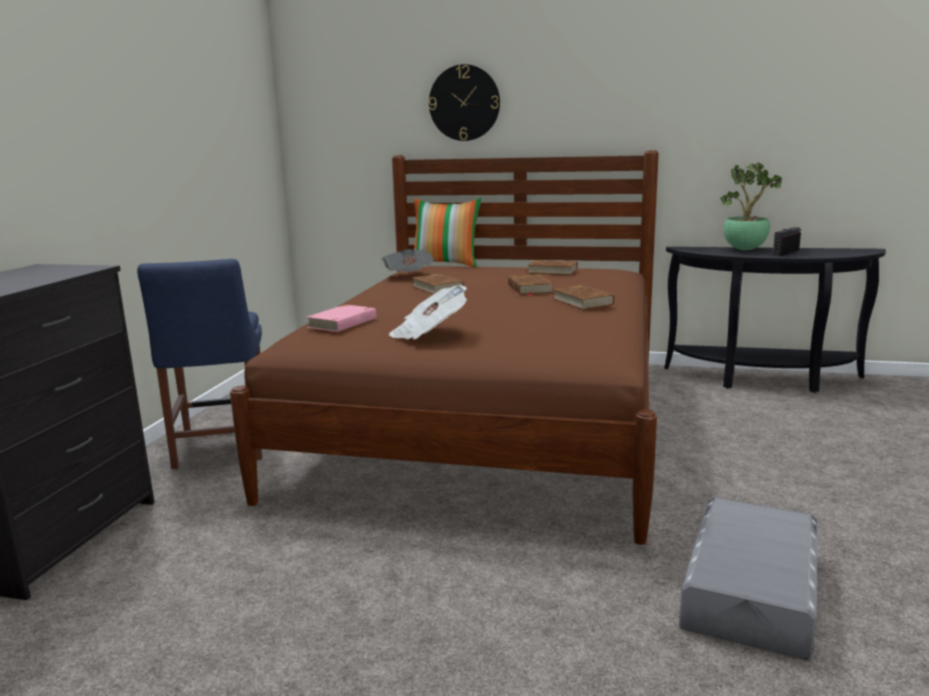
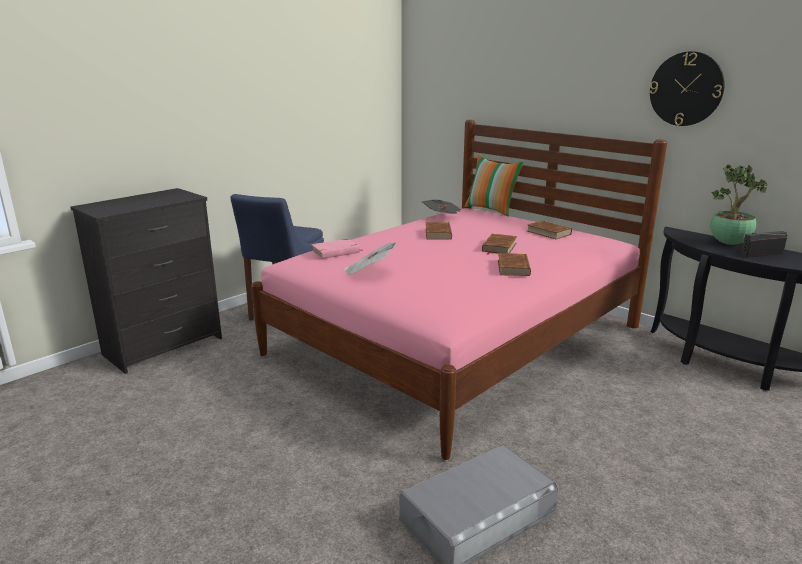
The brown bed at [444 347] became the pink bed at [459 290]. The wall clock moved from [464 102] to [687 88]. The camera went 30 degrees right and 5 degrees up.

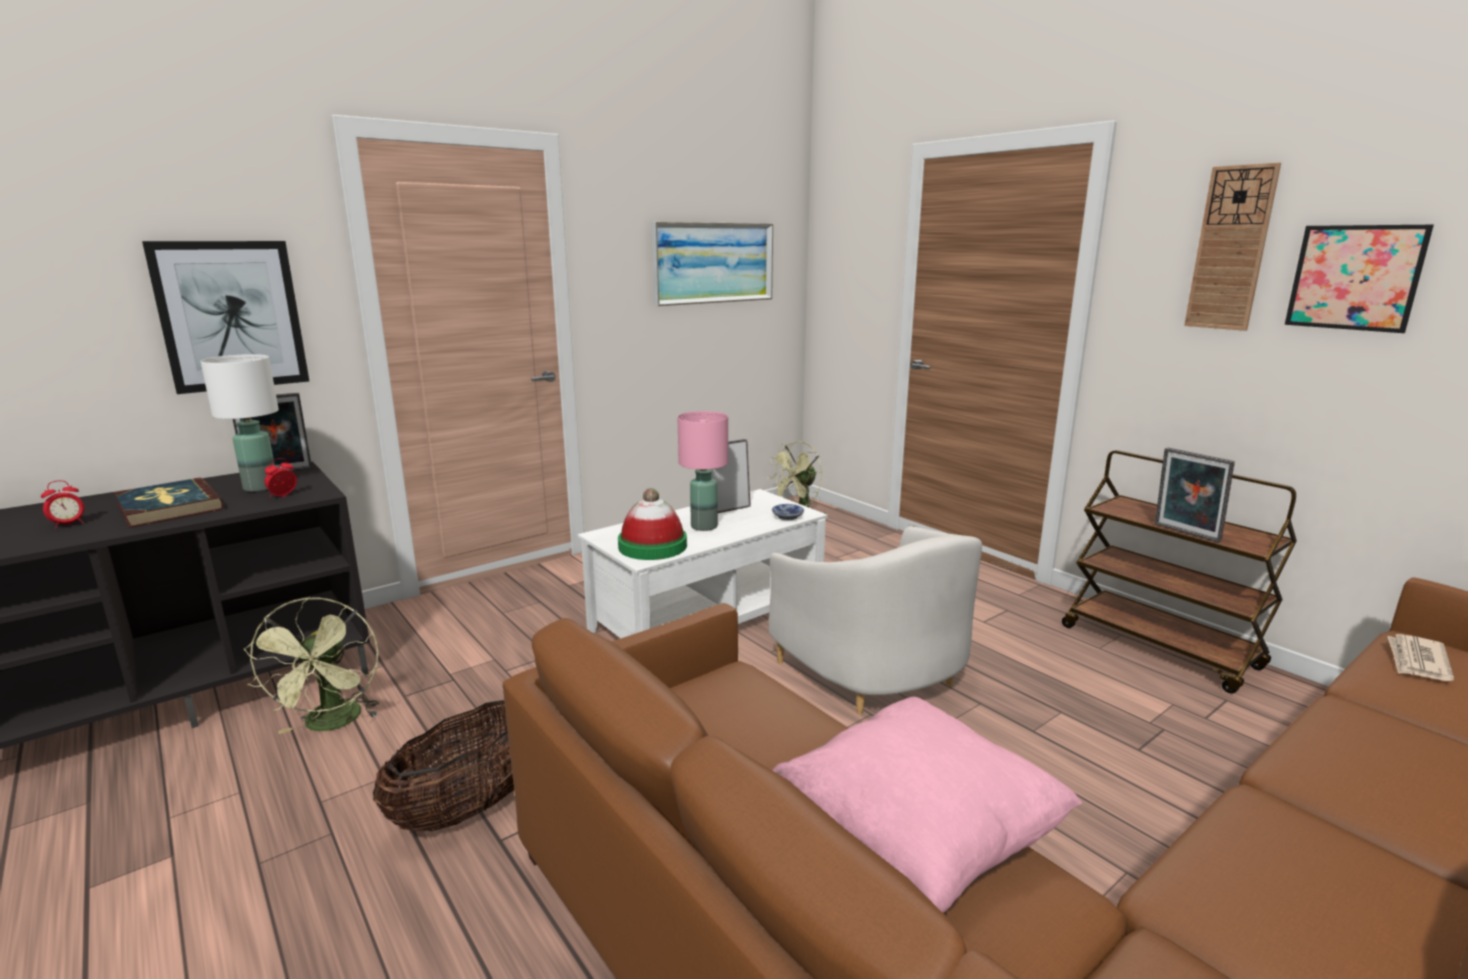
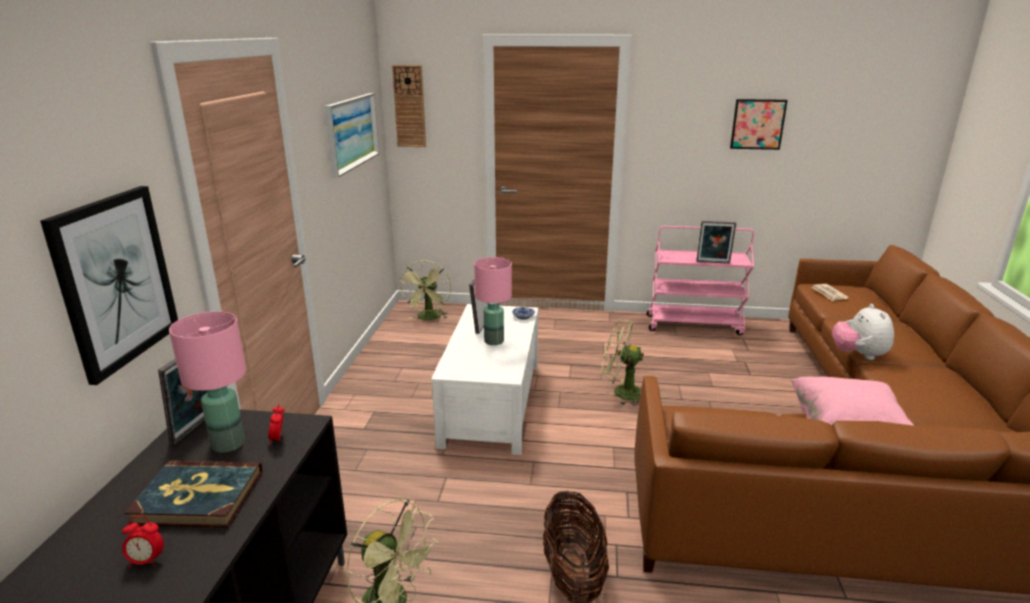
The alarm clock at [63 504] turned 90 degrees clockwise. The white table lamp at [239 423] became the pink table lamp at [207 382]. The hat at [652 524] disappeared. The white armchair at [875 620] was replaced by the green fan at [622 362]. The brown cart at [1179 571] became the pink cart at [700 280]. The wall clock moved from [1232 247] to [409 106]. The plush toy at [863 332] appeared. The camera went 45 degrees left and 5 degrees up.

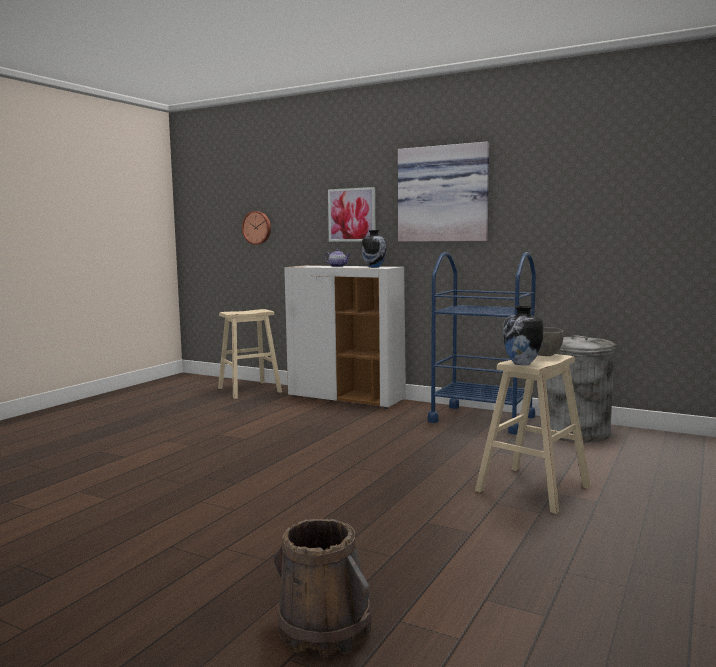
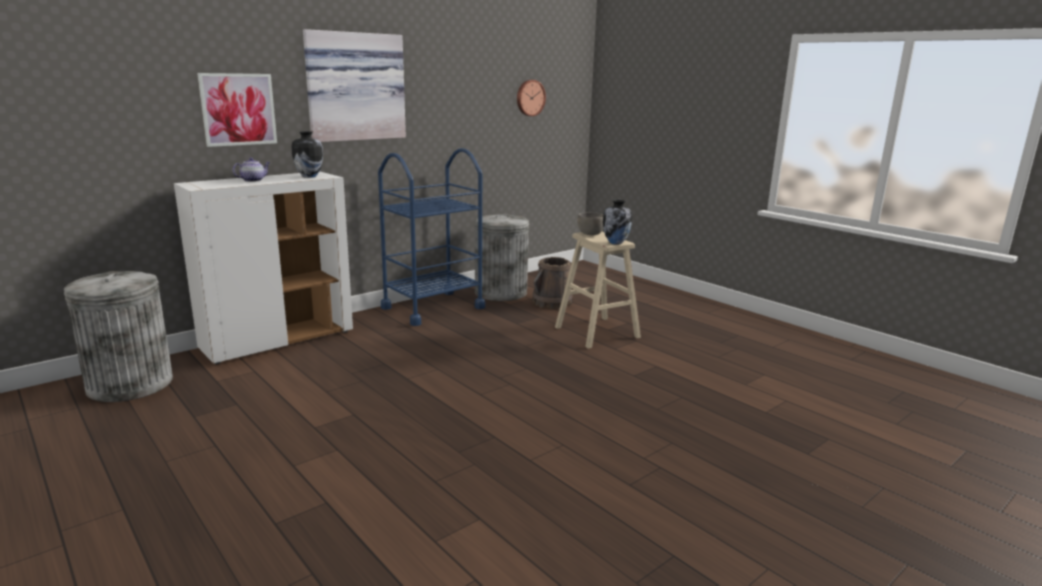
The beige stool at [250 354] was replaced by the grey trash can at [118 336]. The wall clock moved from [256 228] to [531 98]. The brown bucket moved from [323 588] to [552 283]. The camera went 70 degrees left and 10 degrees up.

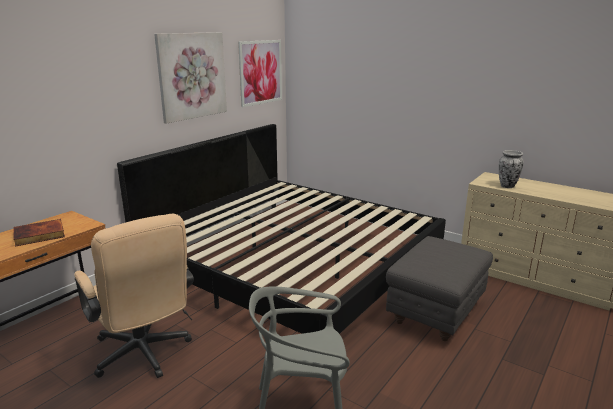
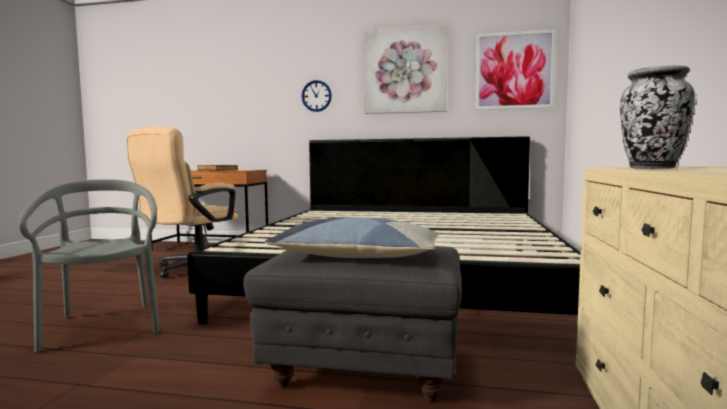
The pillow at [352 237] appeared. The wall clock at [316 96] appeared. The camera went 65 degrees right and 15 degrees down.

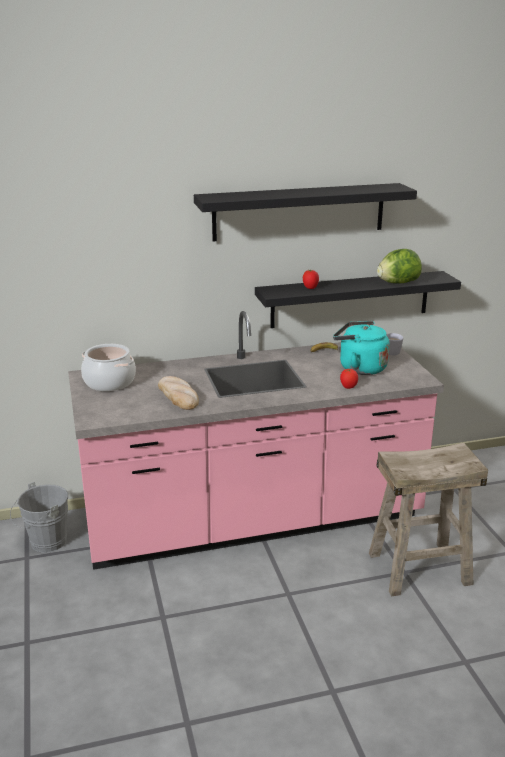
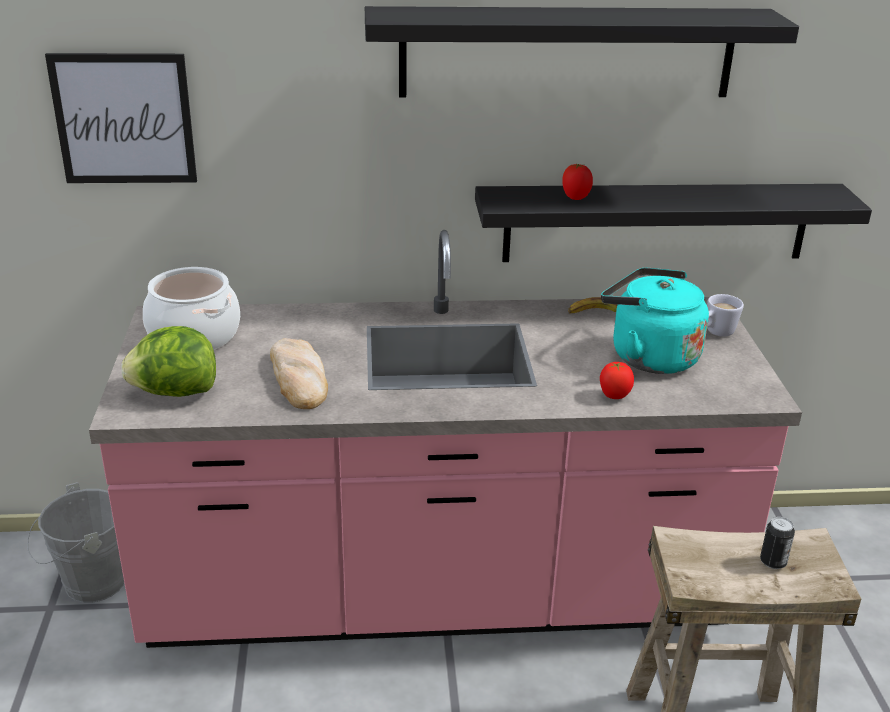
The lettuce moved from [399 266] to [168 361]. The picture at [121 118] appeared. The can at [777 543] appeared. The camera went 10 degrees right and 5 degrees up.

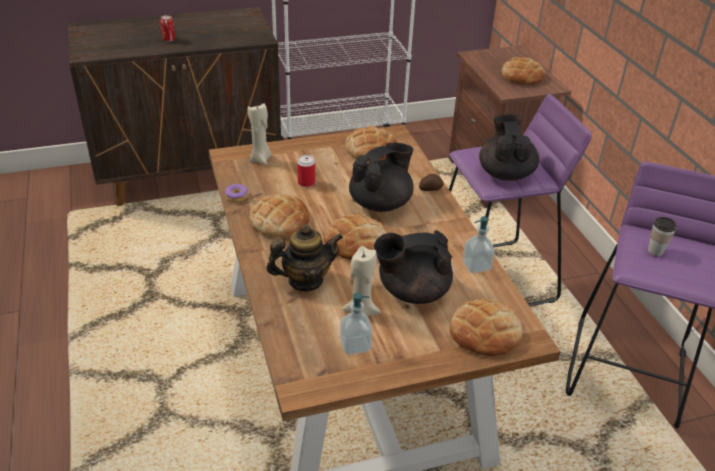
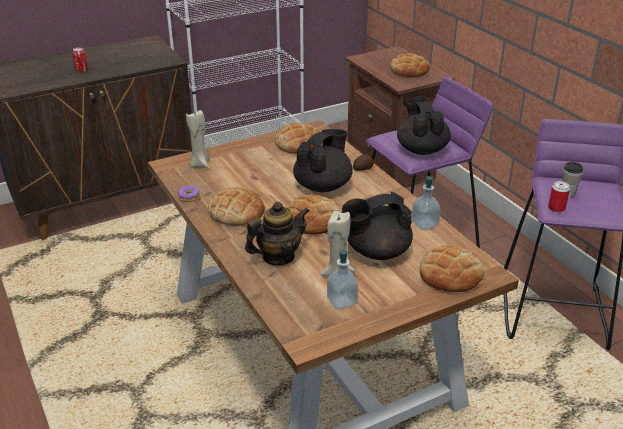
The can moved from [306 171] to [559 196]. The camera went 10 degrees left and 5 degrees down.

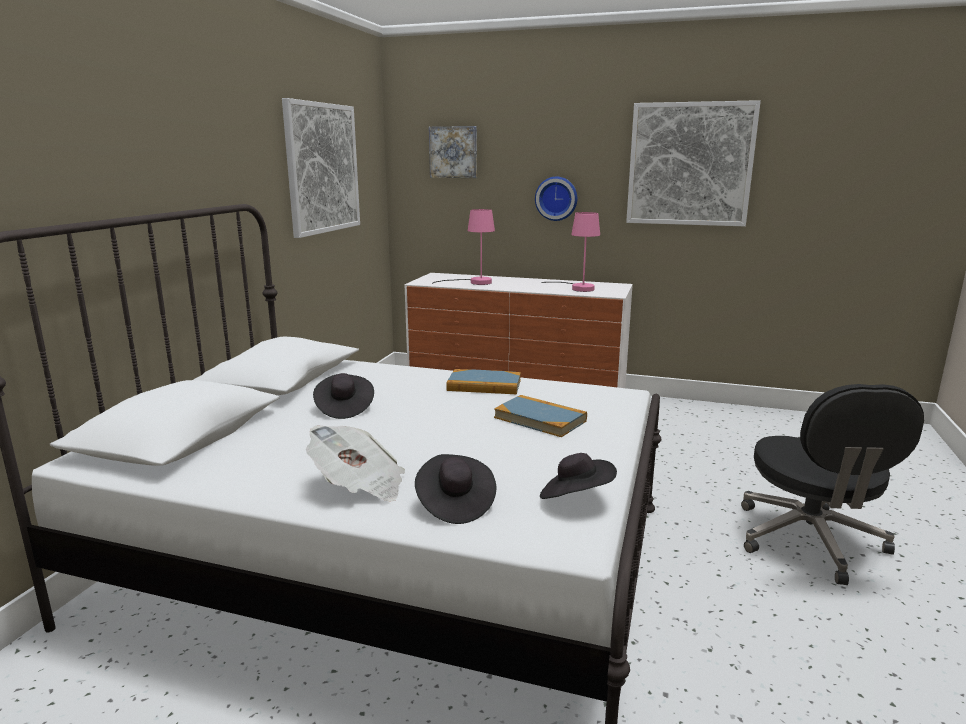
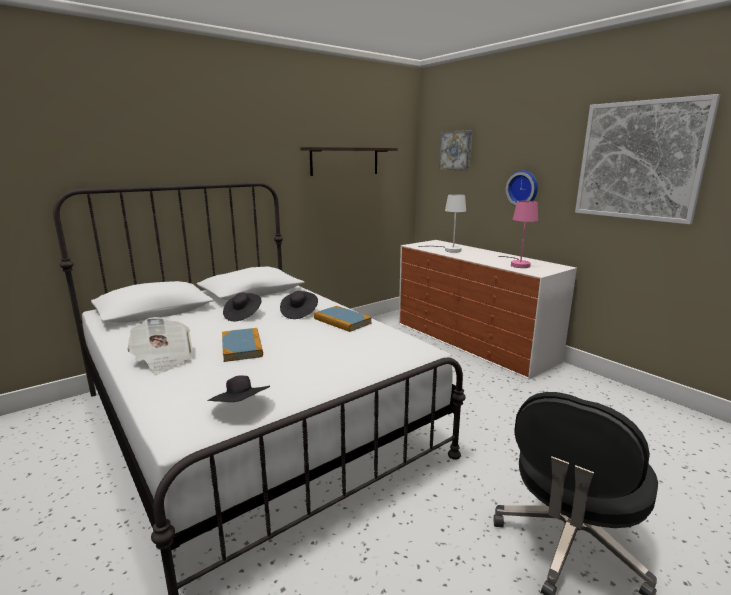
The picture at [321 168] was replaced by the shelf at [349 161]. The black hat moved from [455 489] to [299 305]. The pink table lamp at [463 247] became the white table lamp at [442 223]. The book moved from [540 416] to [242 345]. The camera went 35 degrees right and 0 degrees up.

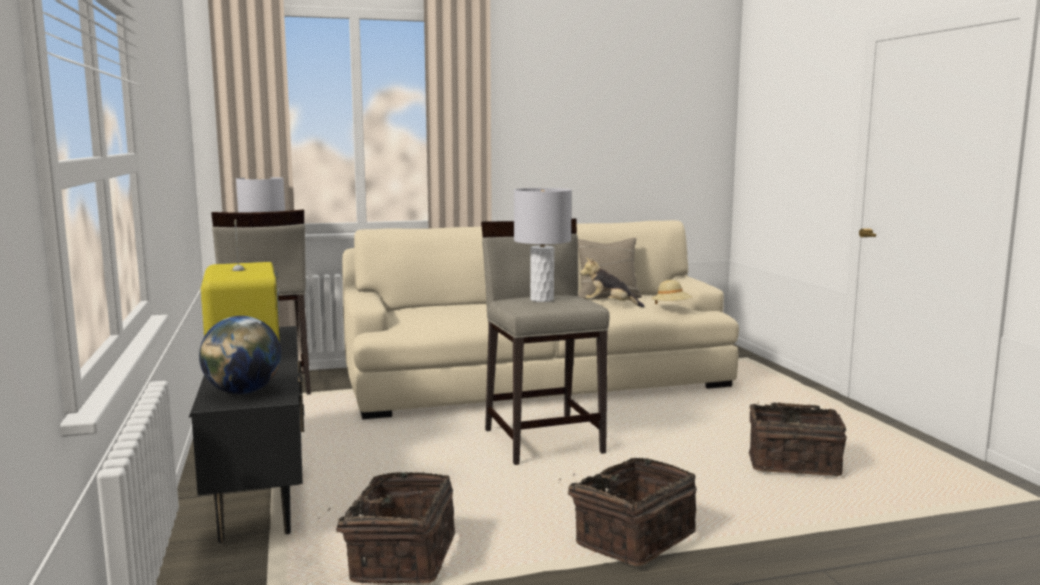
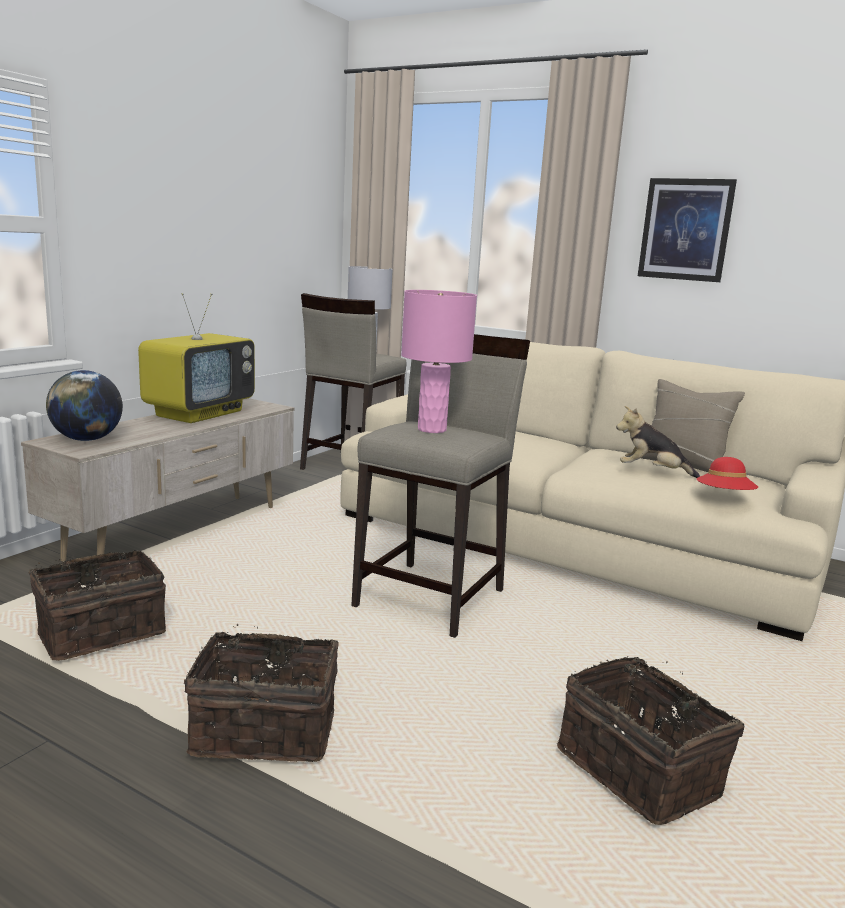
The black tv stand at [246 434] became the beige tv stand at [157 480]. The grey table lamp at [543 245] became the pink table lamp at [439 361]. The plush toy at [612 282] turned 45 degrees counterclockwise. The beige hat at [672 292] became the red hat at [727 473]. The picture at [687 230] appeared. The camera went 45 degrees right and 5 degrees up.

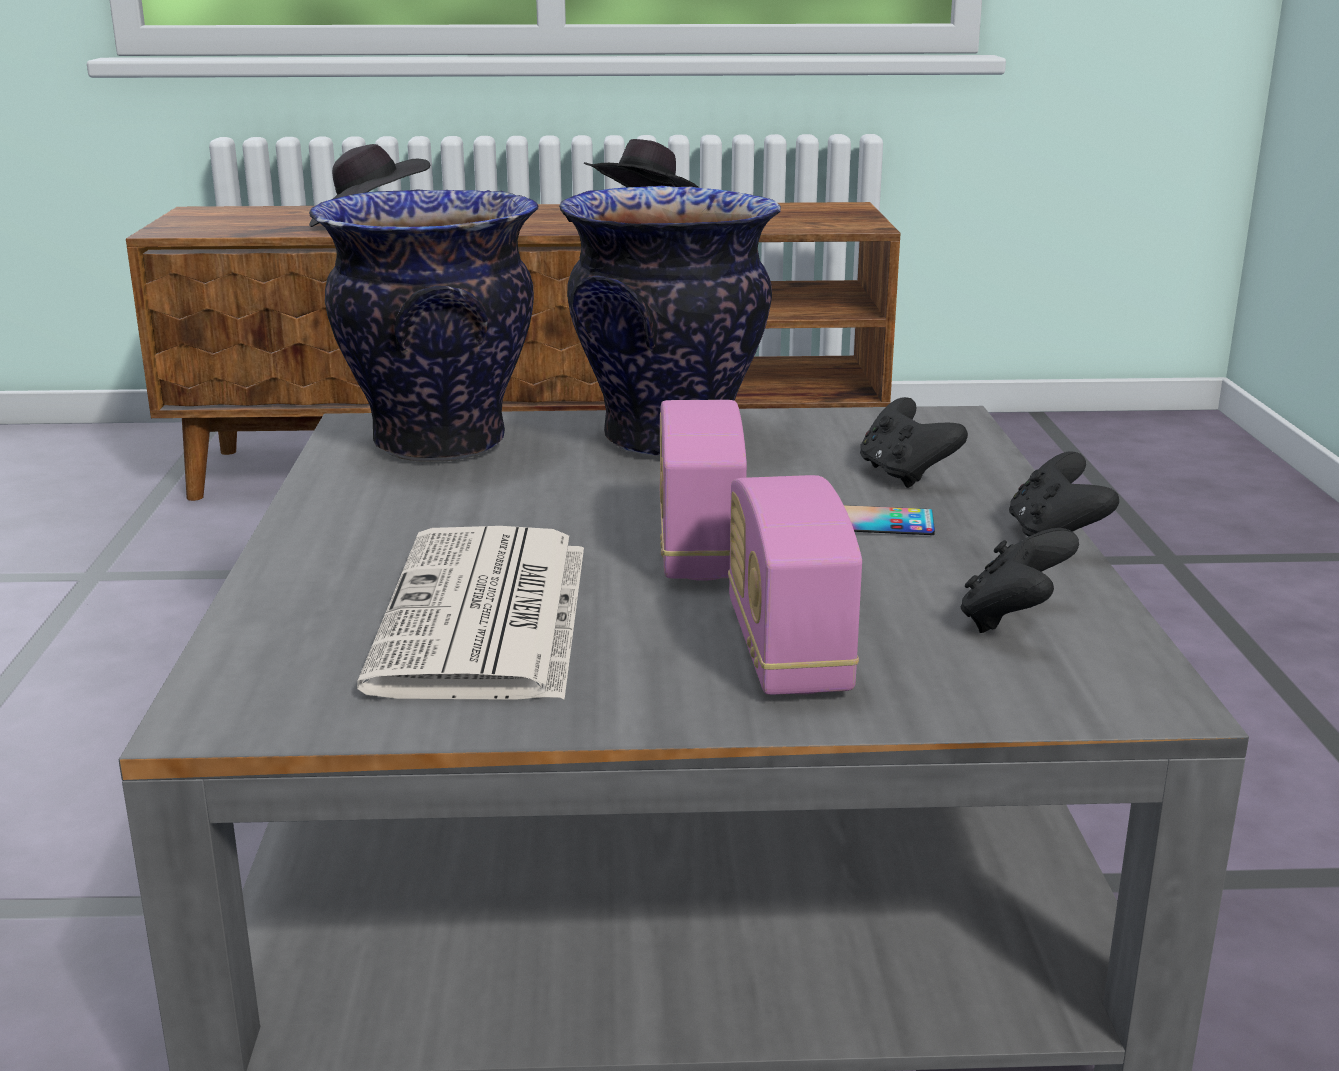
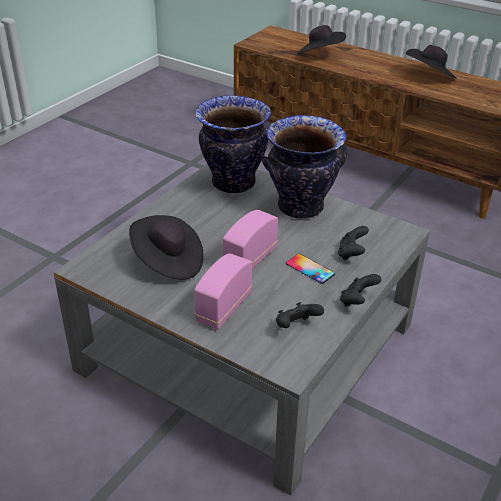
The newspaper at [470 613] was replaced by the black hat at [166 247]. The camera went 35 degrees right and 15 degrees up.

